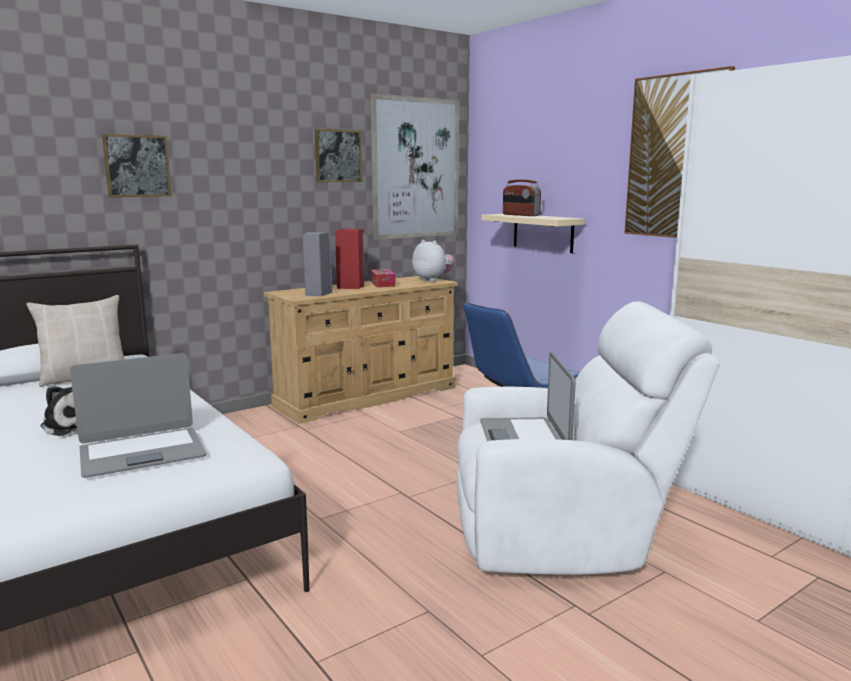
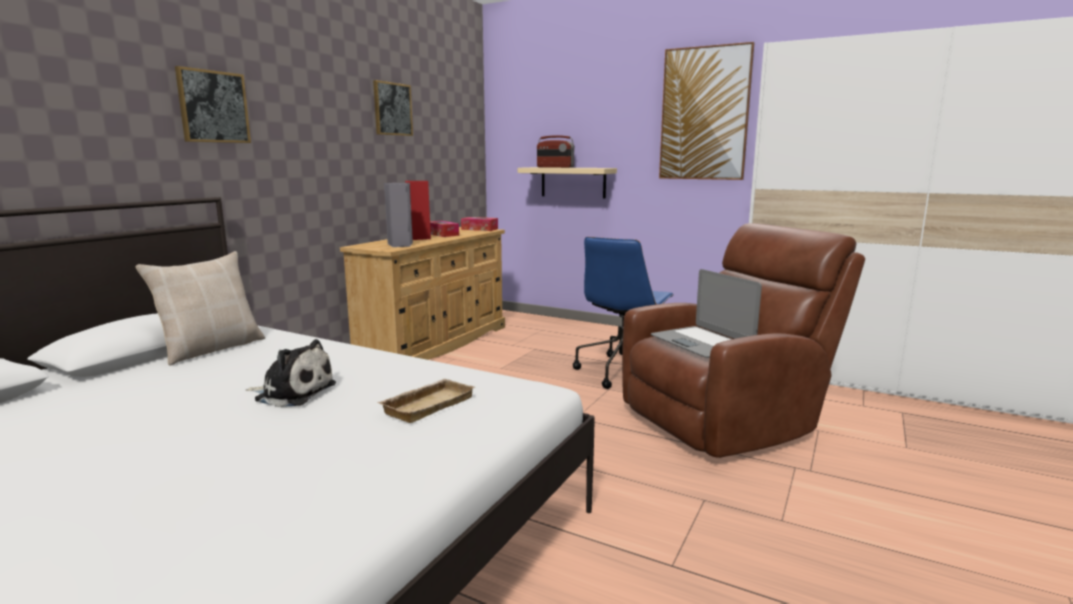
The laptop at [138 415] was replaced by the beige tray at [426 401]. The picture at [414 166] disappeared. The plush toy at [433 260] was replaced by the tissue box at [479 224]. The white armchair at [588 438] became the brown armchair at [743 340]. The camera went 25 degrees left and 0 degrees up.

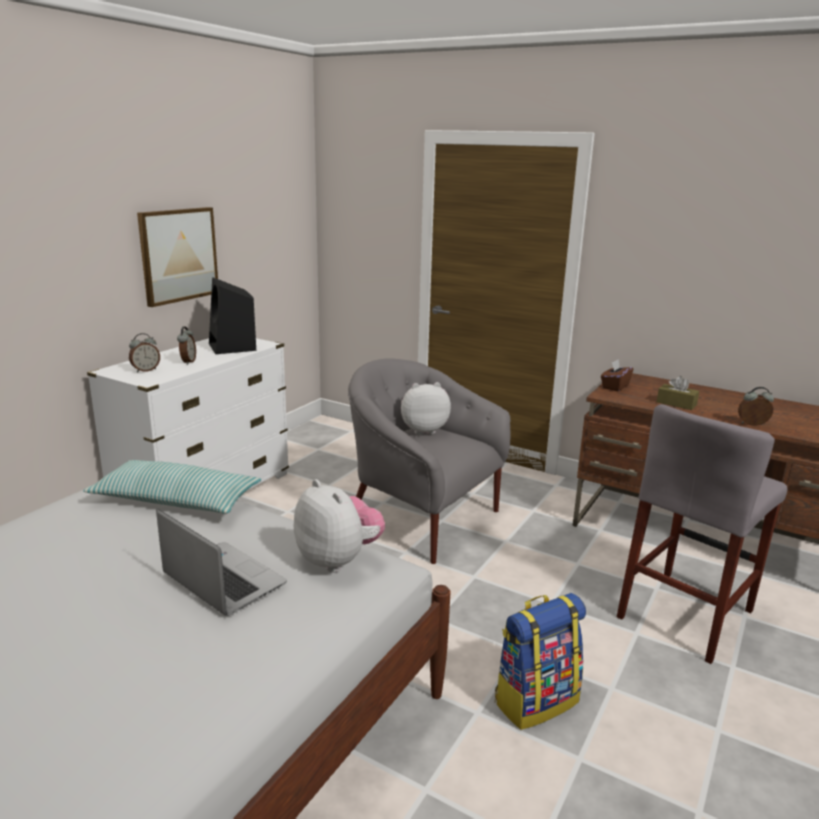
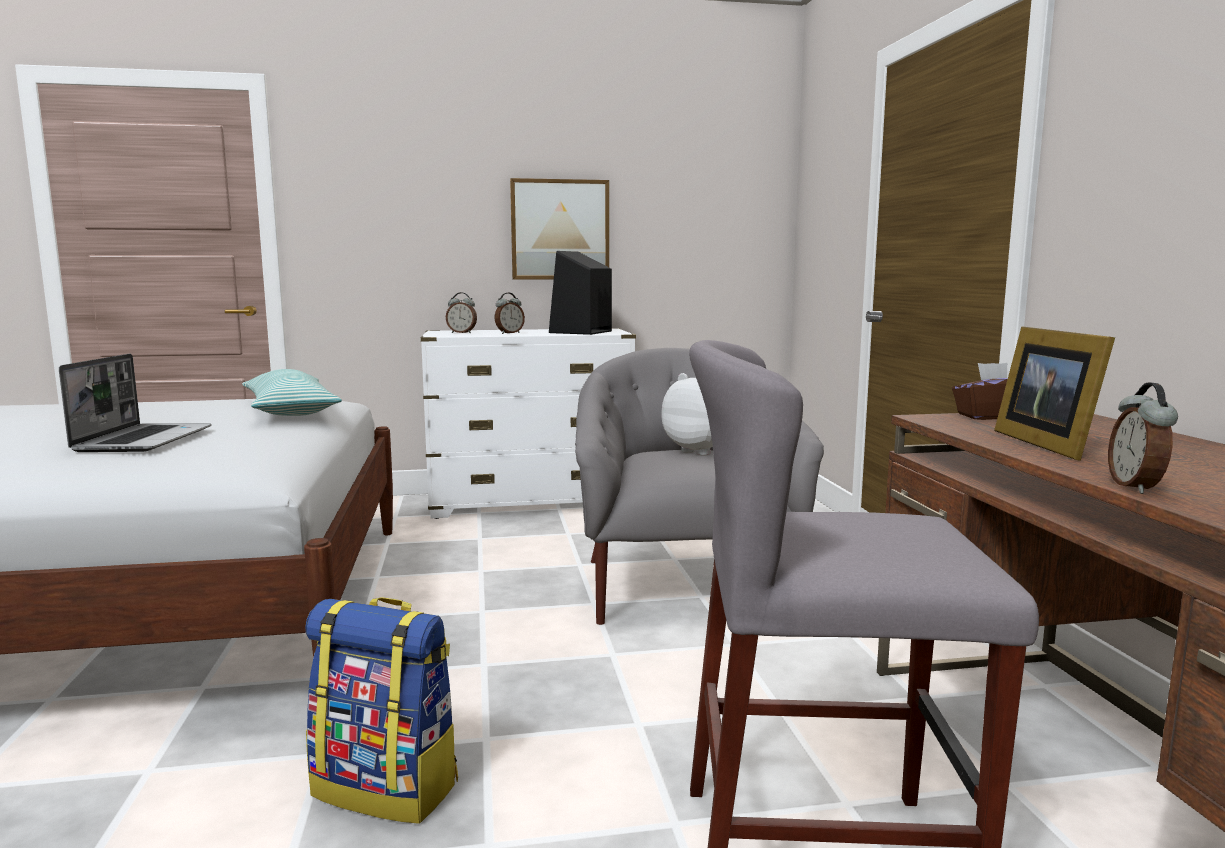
The plush toy at [339 526] disappeared. The brown tissue box at [678 393] was replaced by the picture frame at [1054 393]. The alarm clock at [756 406] turned 135 degrees counterclockwise. The camera went 50 degrees right and 10 degrees down.

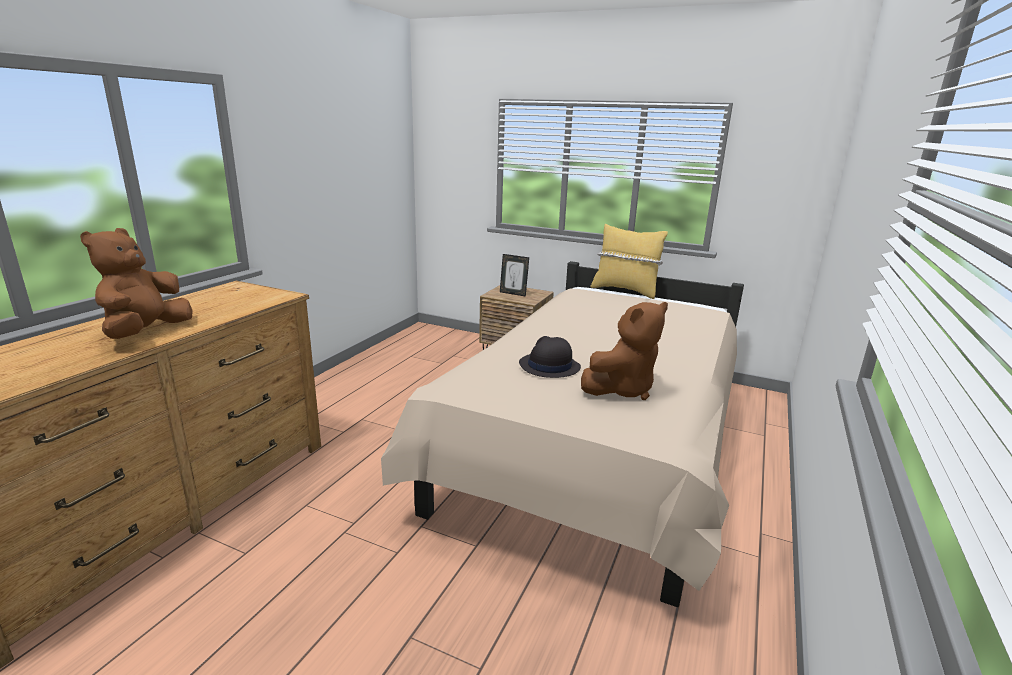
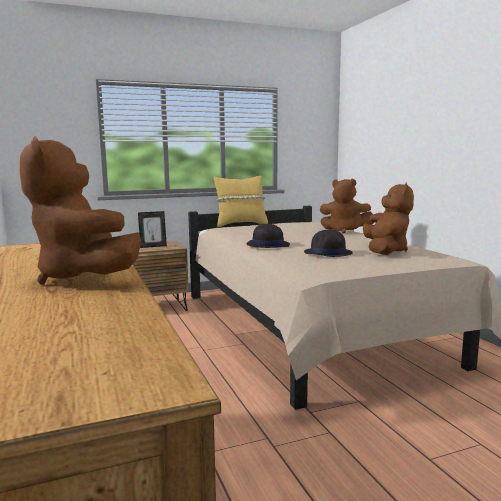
The black hat at [268 235] appeared. The brown plush toy at [347 206] appeared. The camera went 45 degrees left and 10 degrees down.

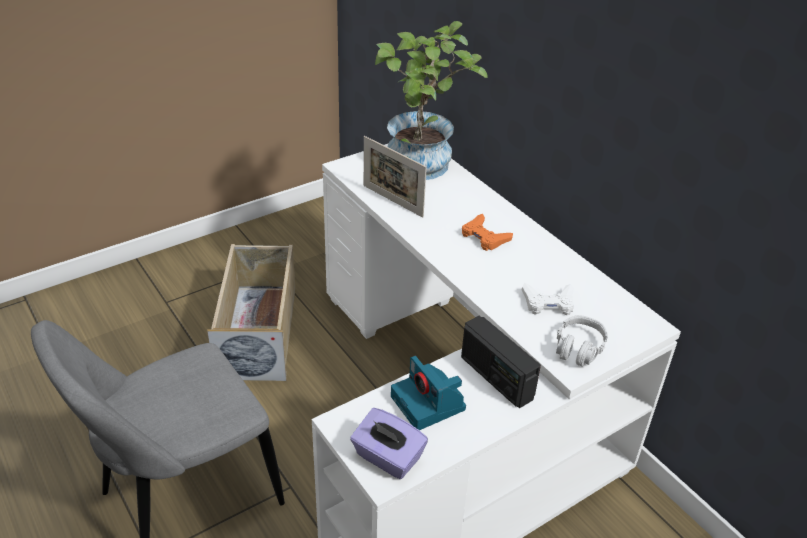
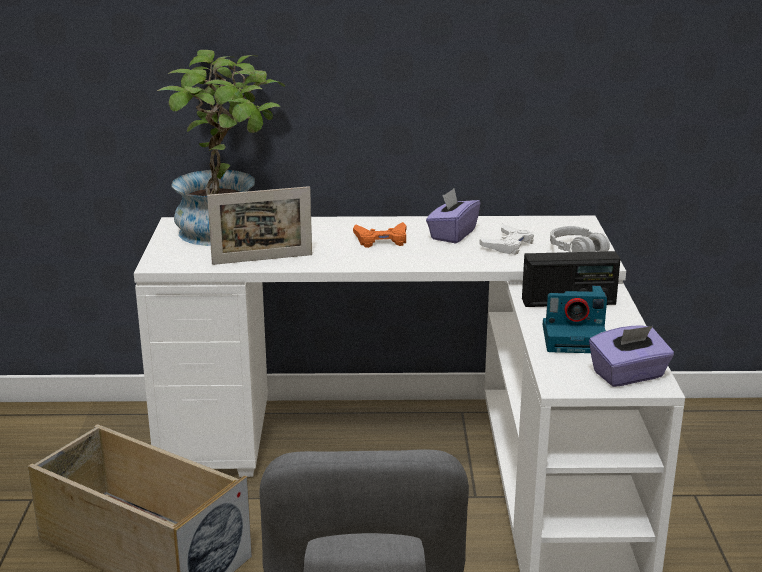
The purple tissue box at [453 216] appeared. The camera went 55 degrees left and 15 degrees down.

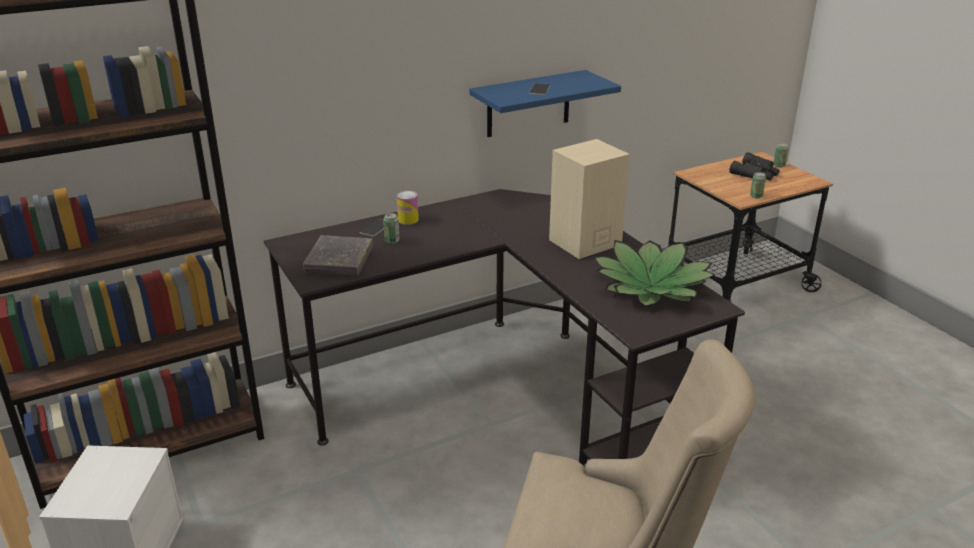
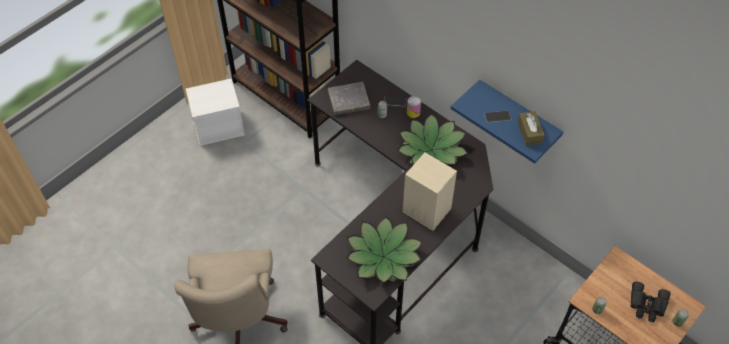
The potted plant at [432 139] appeared. The brown tissue box at [531 128] appeared. The camera went 70 degrees right and 25 degrees up.

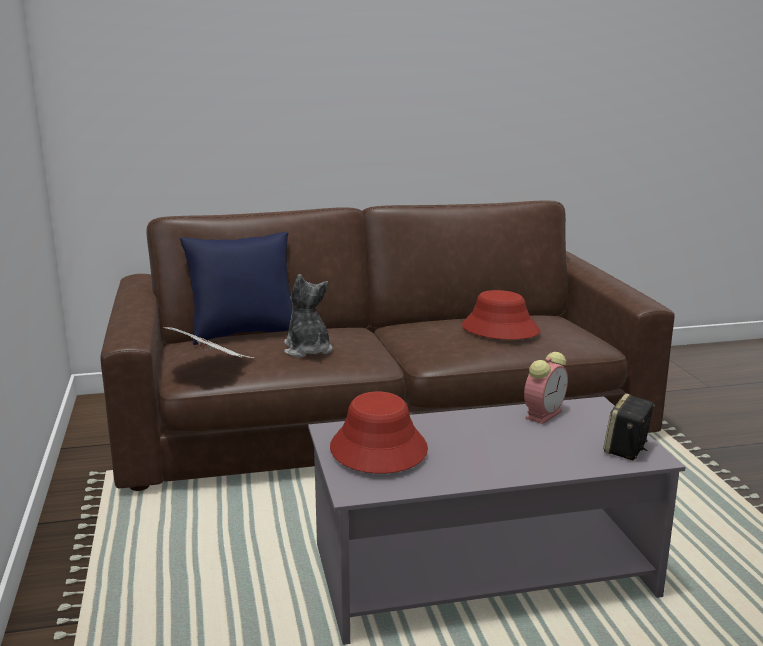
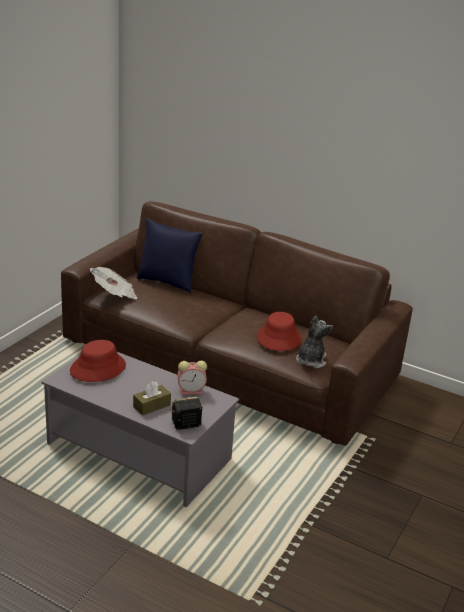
The plush toy moved from [308 316] to [314 341]. The brown tissue box at [152 398] appeared. The camera went 40 degrees right and 10 degrees up.

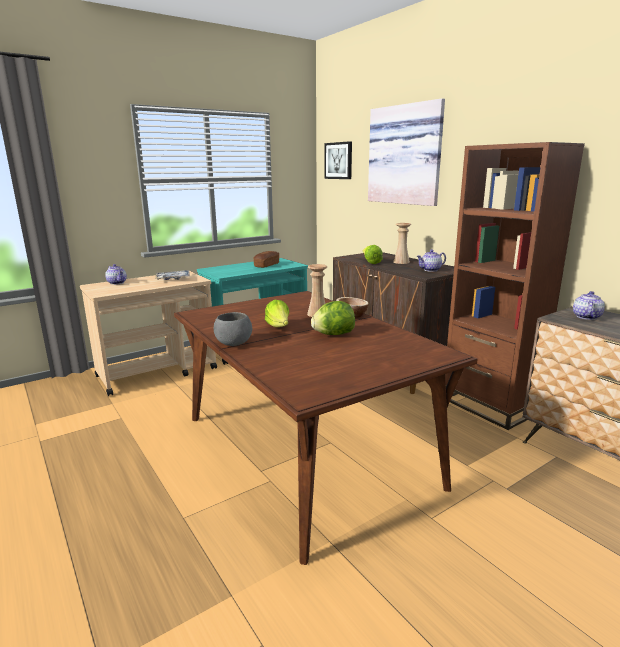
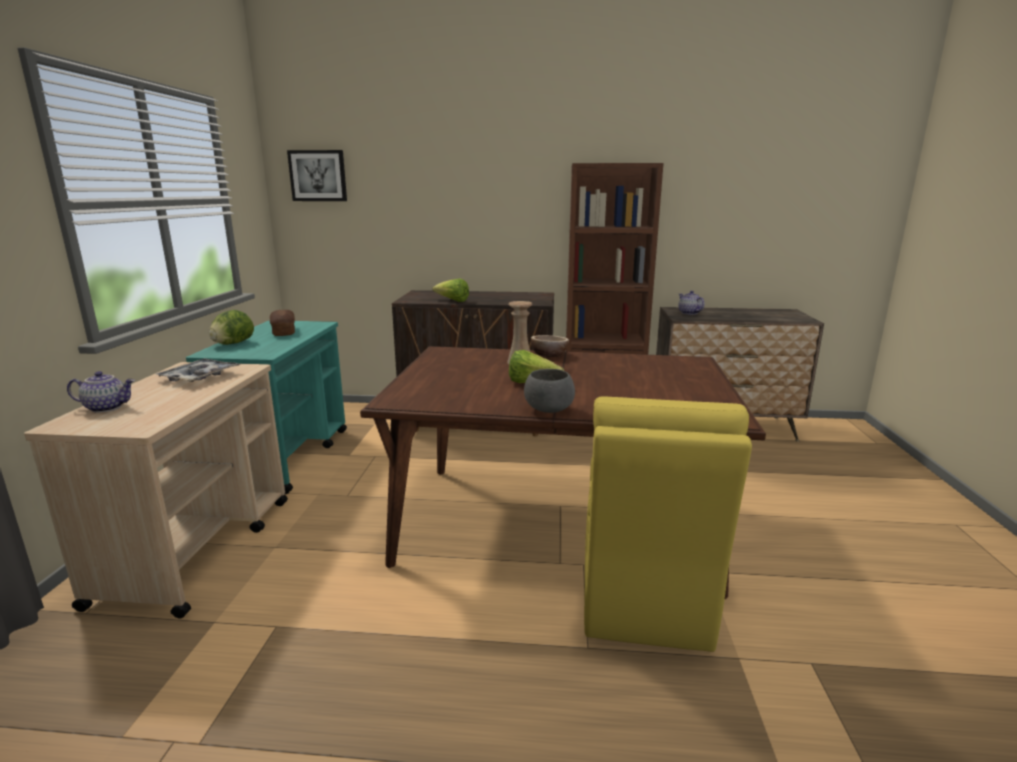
The lettuce moved from [333 318] to [231 327]. The picture at [406 152] disappeared. The beige vase at [402 243] disappeared. The teapot at [431 261] disappeared. The yellow chair at [668 524] appeared. The camera went 50 degrees left and 0 degrees up.

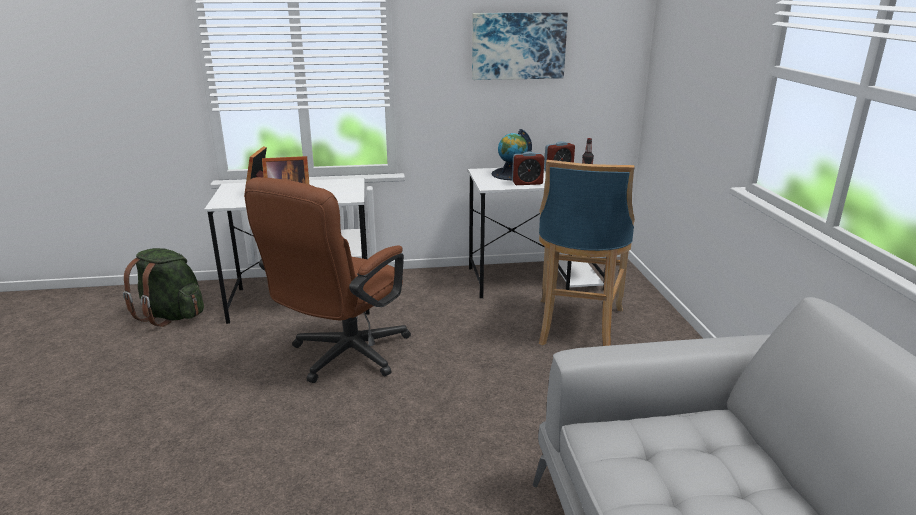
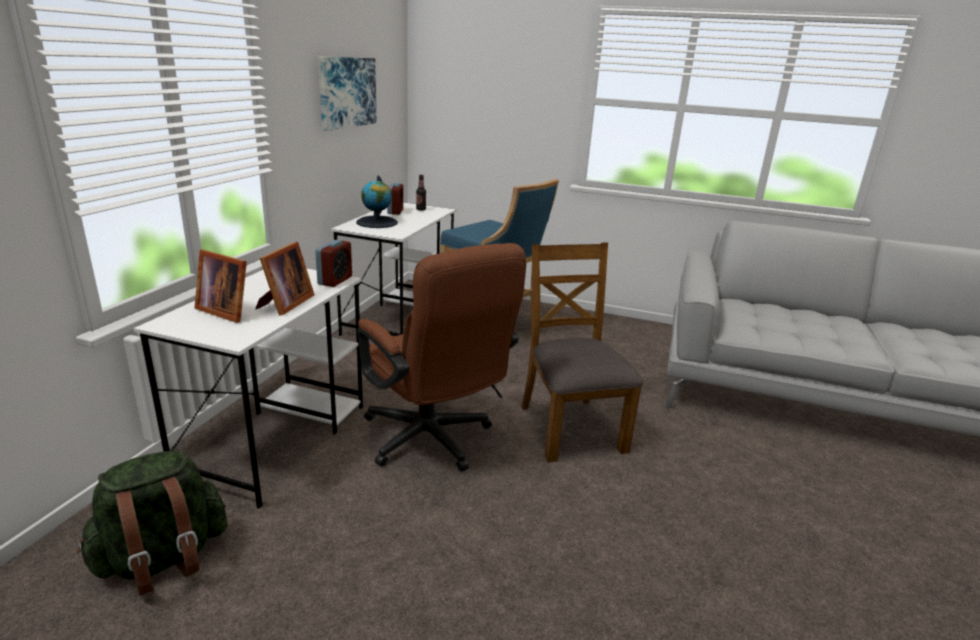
The alarm clock moved from [528 168] to [333 263]. The brown chair at [582 352] appeared. The camera went 65 degrees left and 0 degrees up.

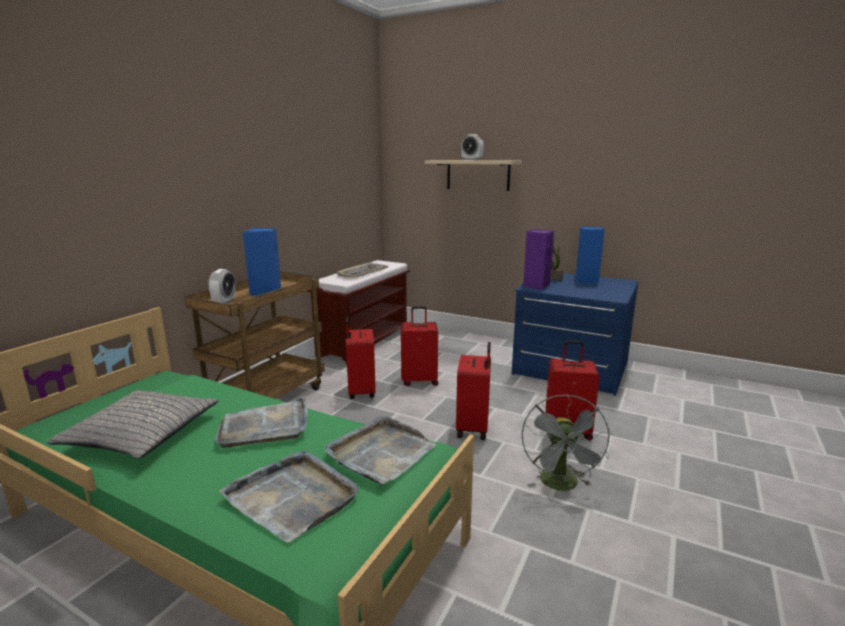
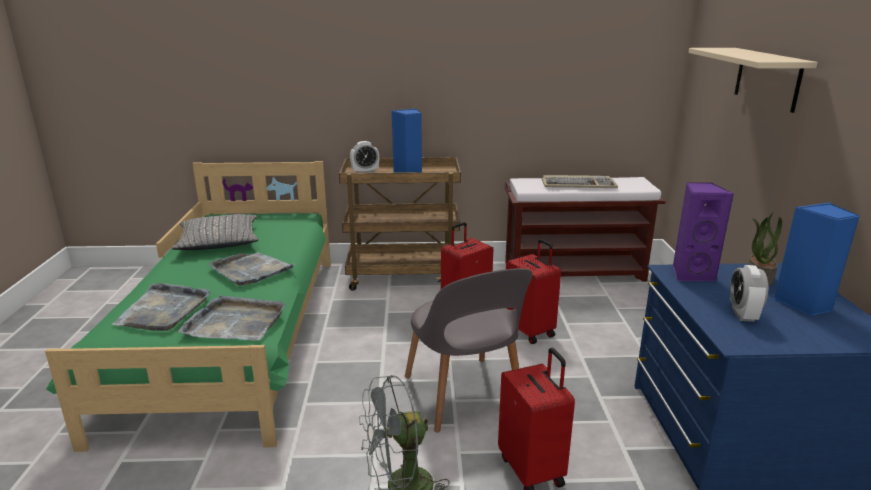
The red suitcase at [473 391] was replaced by the grey chair at [468 350]. The alarm clock moved from [472 147] to [749 293]. The camera went 60 degrees right and 5 degrees up.

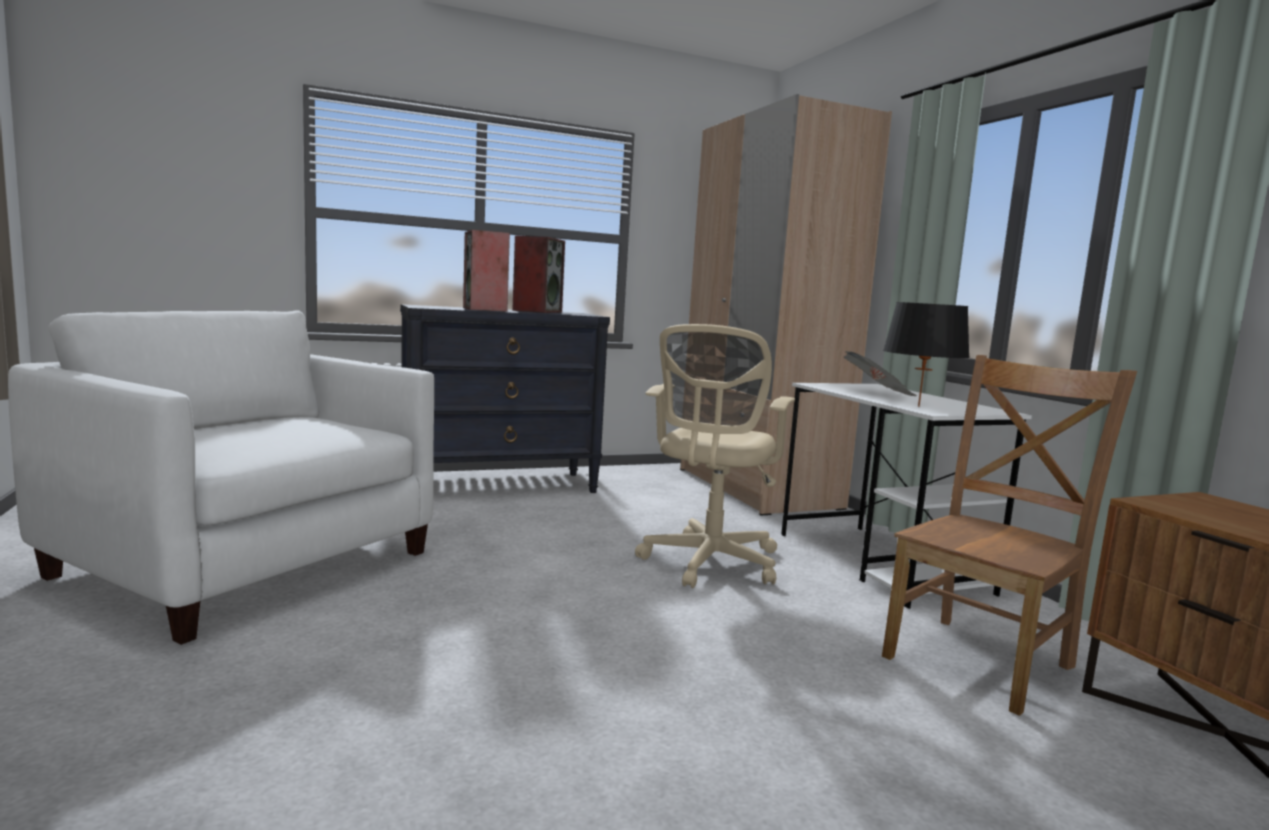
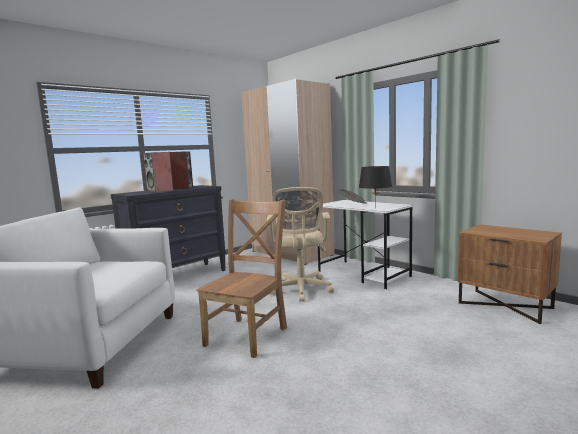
The brown chair moved from [1009 535] to [242 278]. The camera went 20 degrees left and 0 degrees up.

